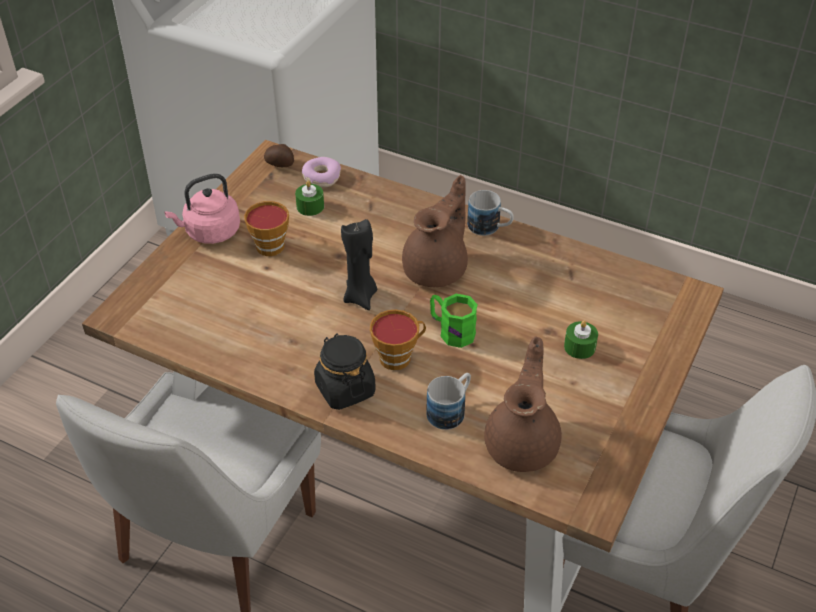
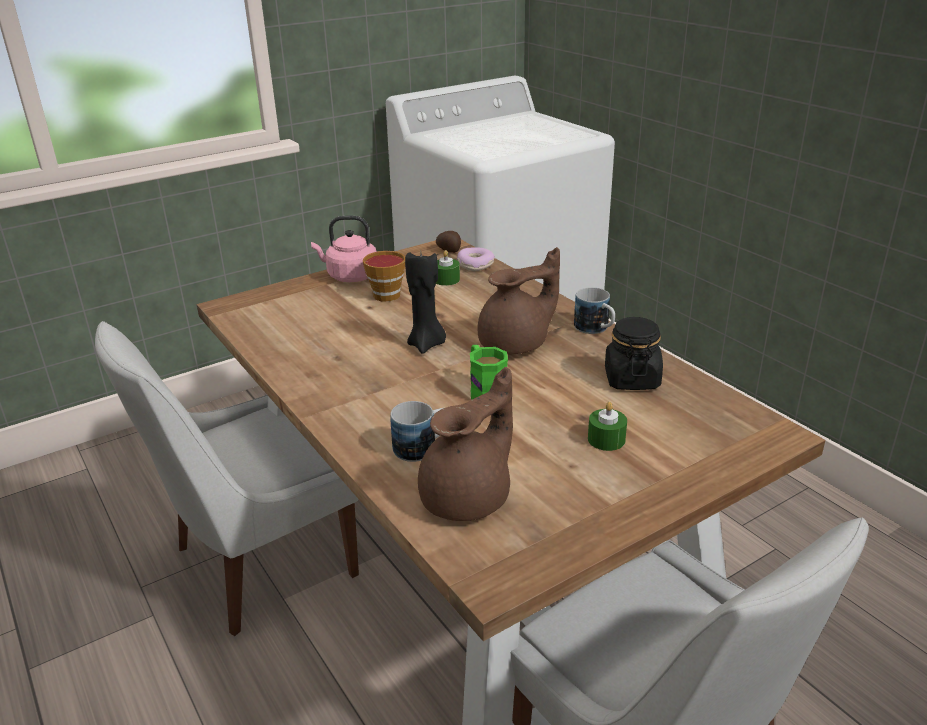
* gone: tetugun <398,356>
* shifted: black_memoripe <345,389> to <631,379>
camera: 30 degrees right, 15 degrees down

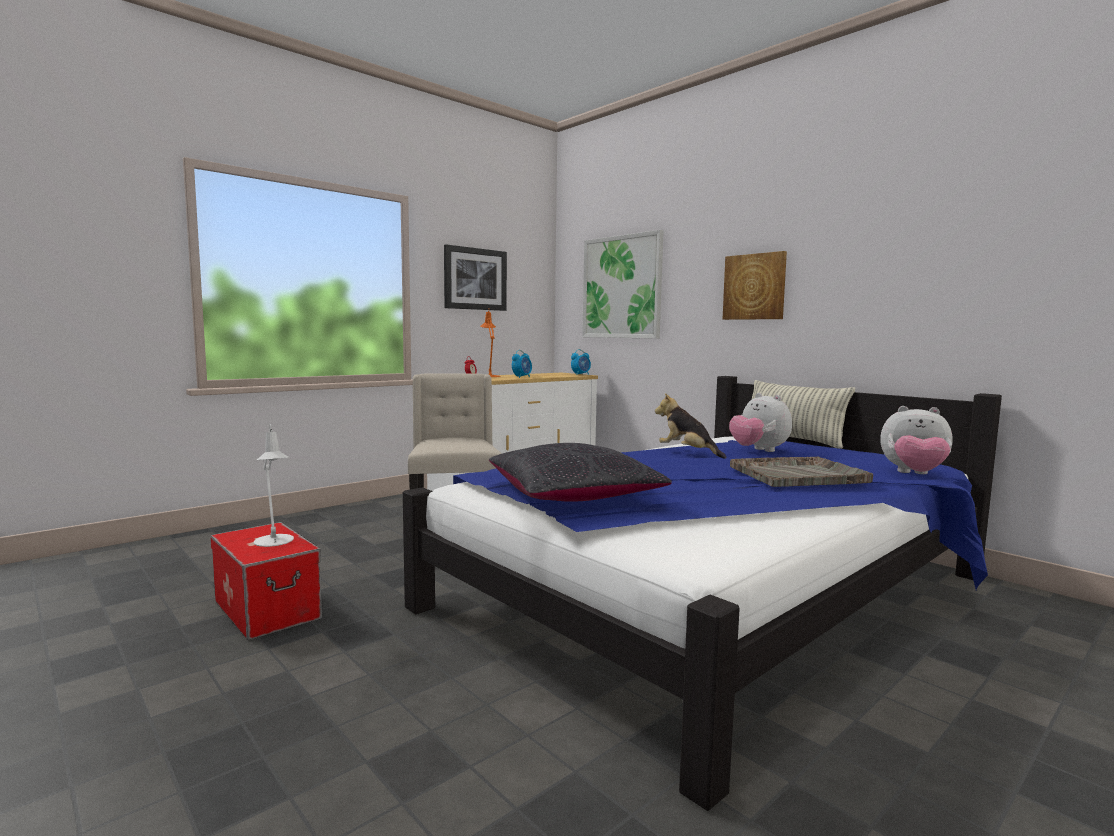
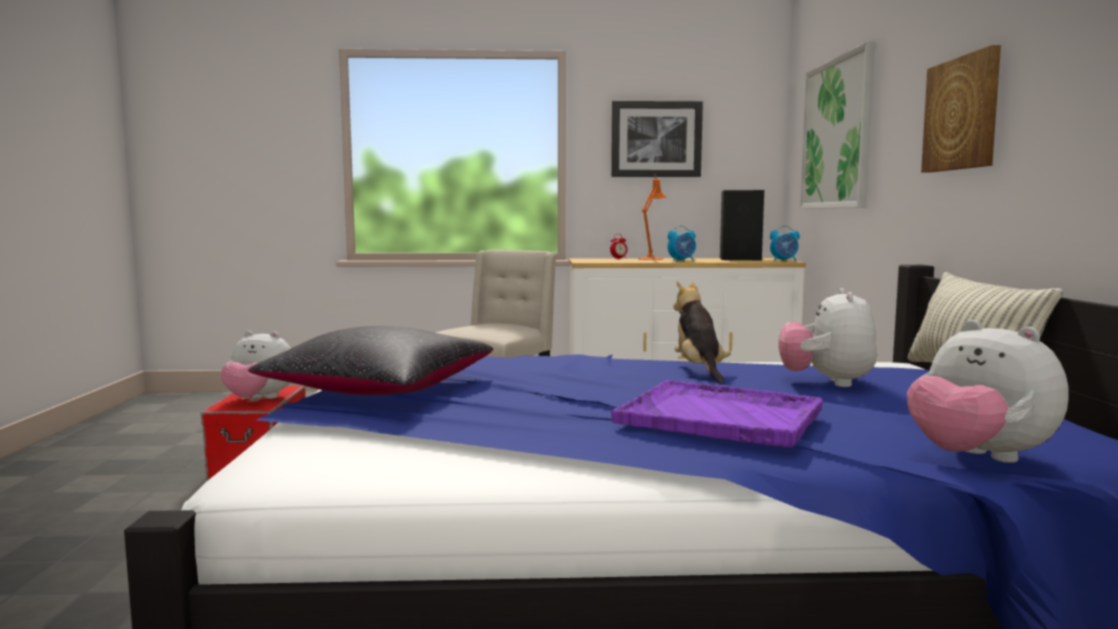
* new: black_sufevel <741,259>
* swapped: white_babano <274,542> to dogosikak <259,399>
* repainted: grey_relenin <799,474> to purple_relenin <721,417>
camera: 40 degrees right, 0 degrees up

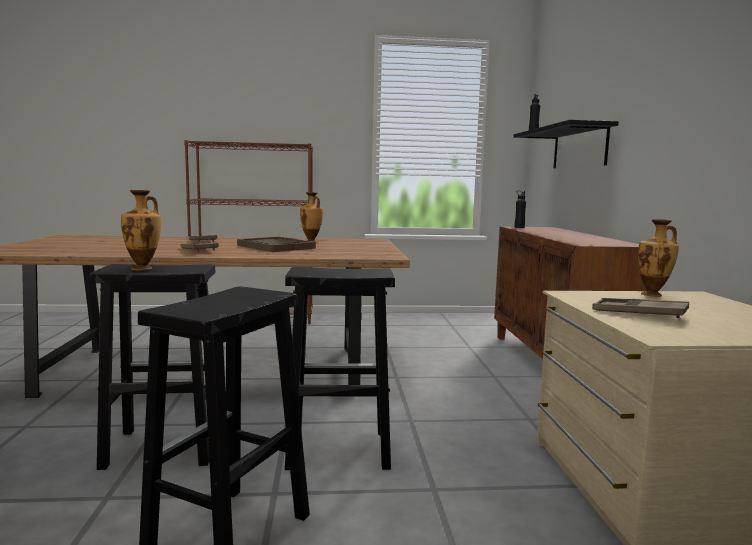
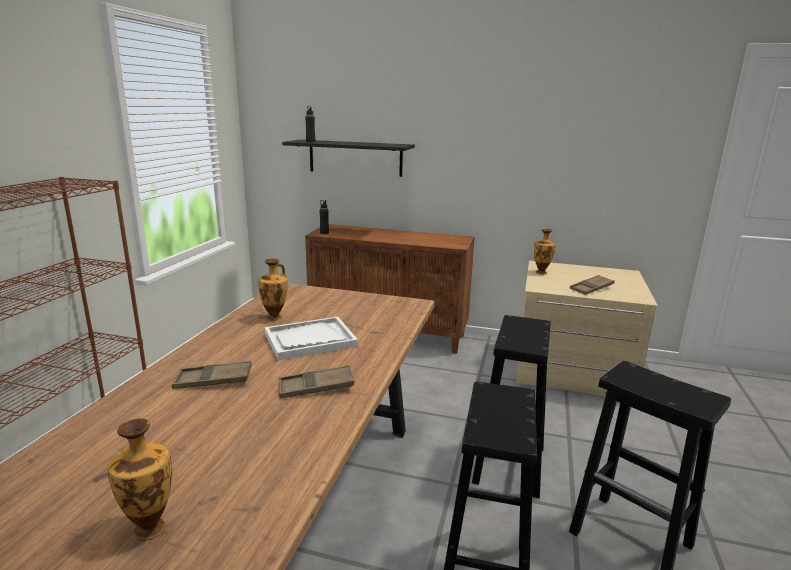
* shifted: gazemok <143,268> to <150,527>
* repainted: brown_relenin <275,247> to white_relenin <310,340>
camera: 70 degrees left, 10 degrees up

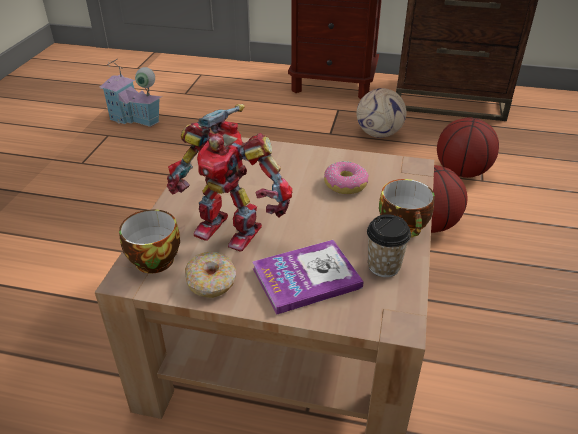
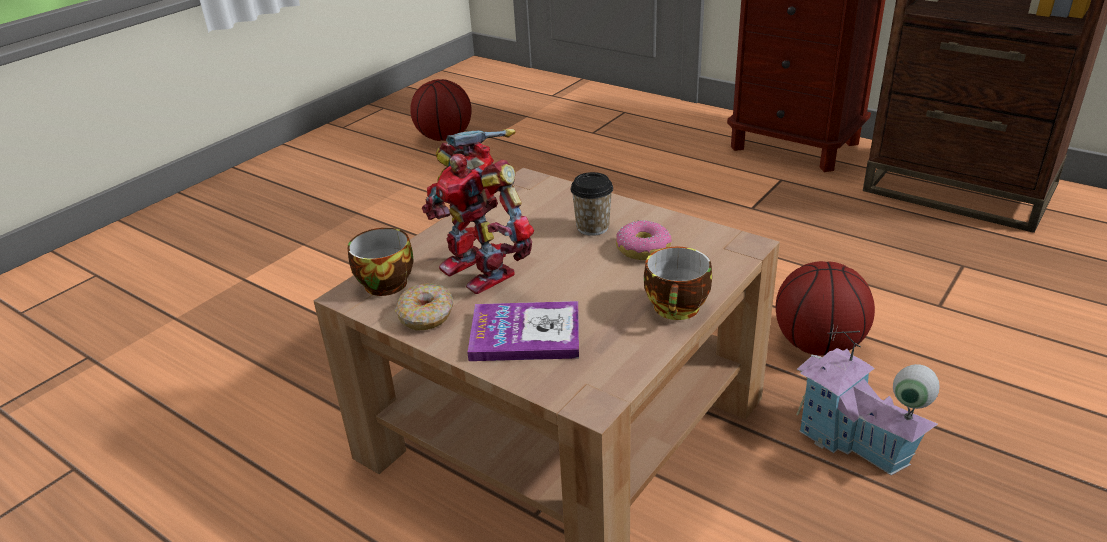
* gone: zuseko <379,134>
* shifted: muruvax <134,119> to <852,442>
* shifted: tetugun <384,266> to <592,227>
* shifted: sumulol <462,172> to <445,137>
camera: 25 degrees right, 5 degrees down

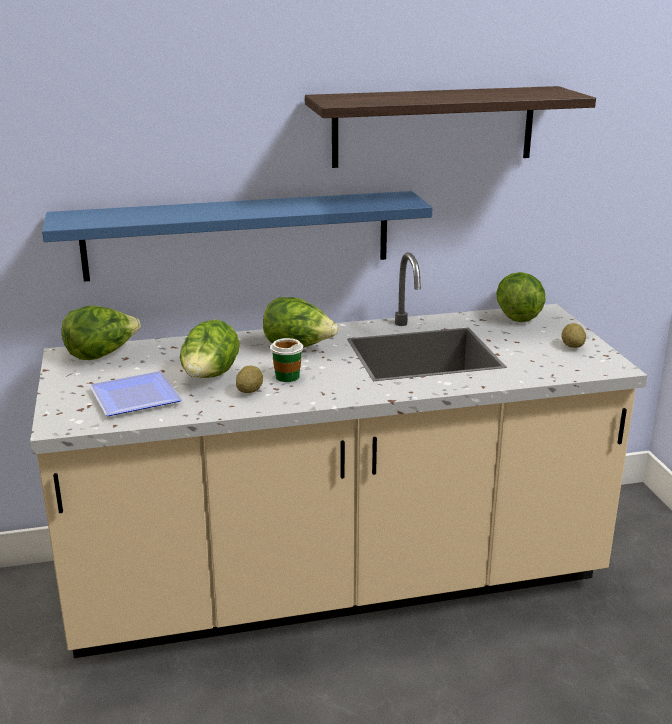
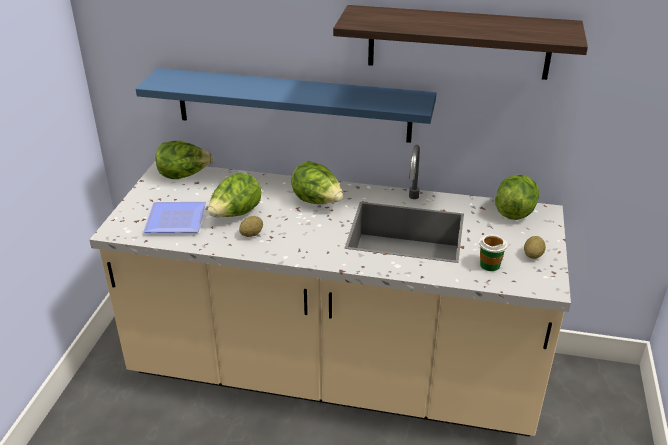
* shifted: tetugun <287,377> to <489,265>
camera: 25 degrees right, 10 degrees up

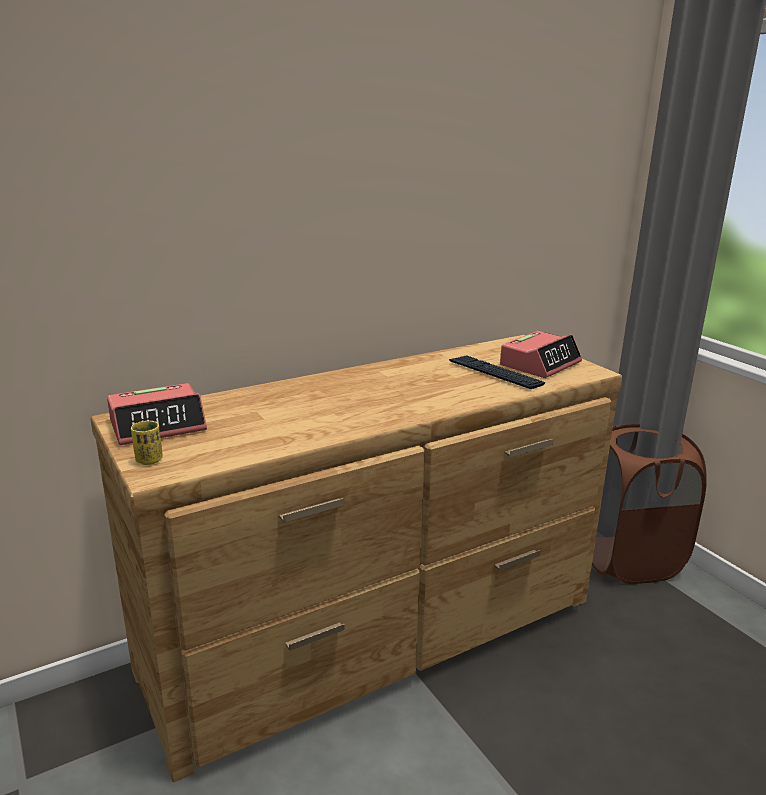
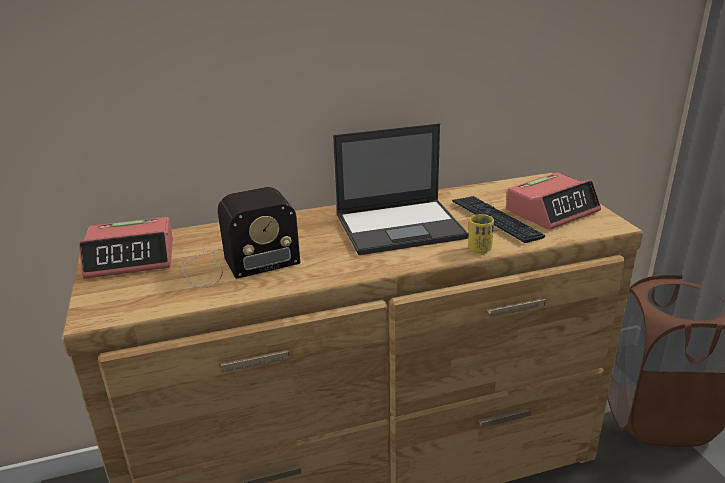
* new: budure <236,264>
* new: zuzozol <401,226>
* shifted: yellow_tetugun <149,460> to <479,249>
camera: 15 degrees right, 5 degrees up

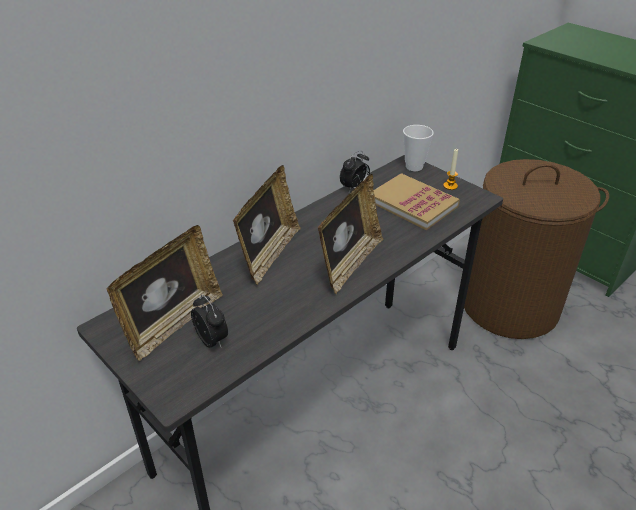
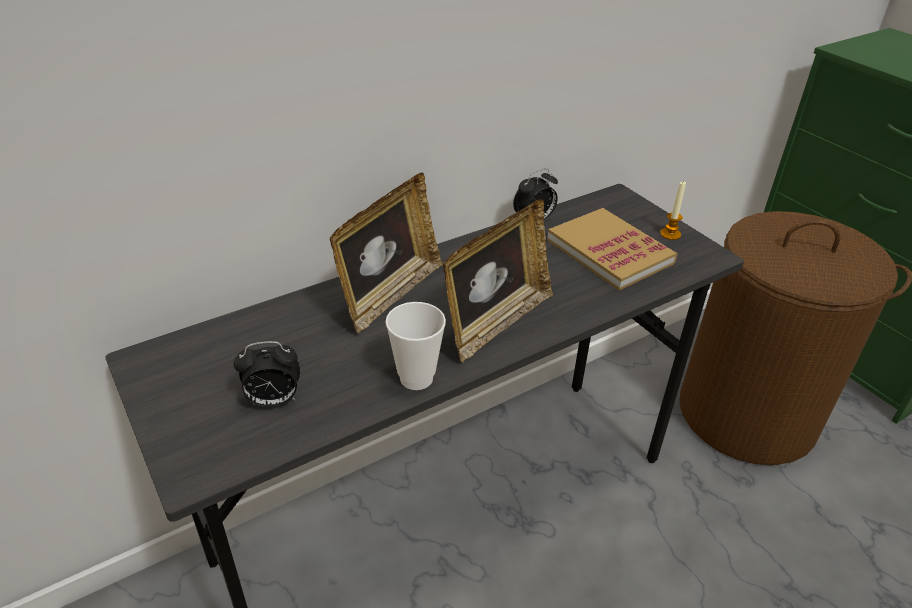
* gone: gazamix <173,323>
* shifted: tetugun <414,167> to <416,378>
* rotated: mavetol <212,340> = <273,401> 105 degrees clockwise
camera: 10 degrees right, 0 degrees up

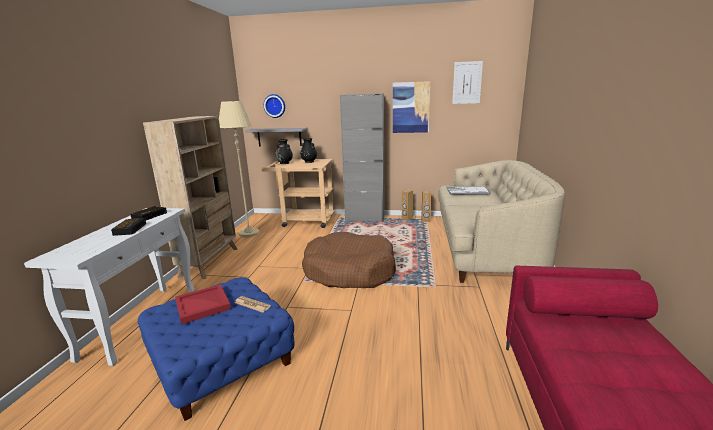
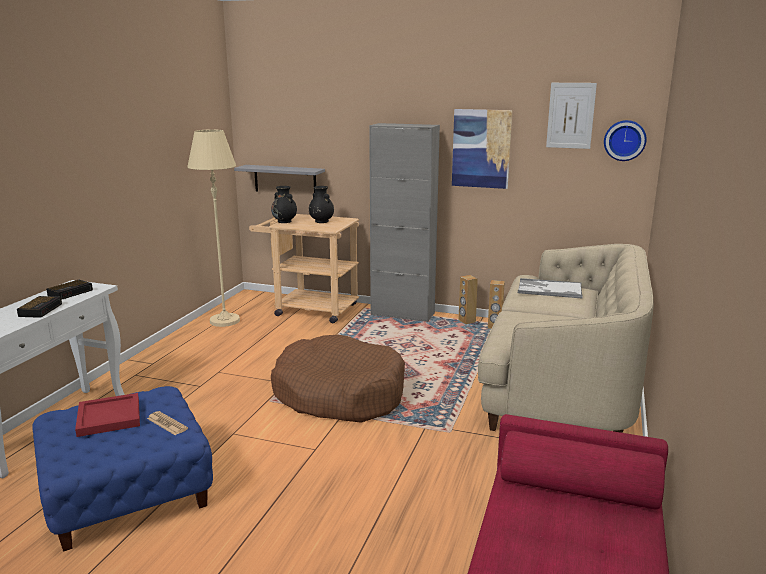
* gone: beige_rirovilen <210,262>
* shifted: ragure <275,106> to <624,140>
camera: 10 degrees right, 0 degrees up

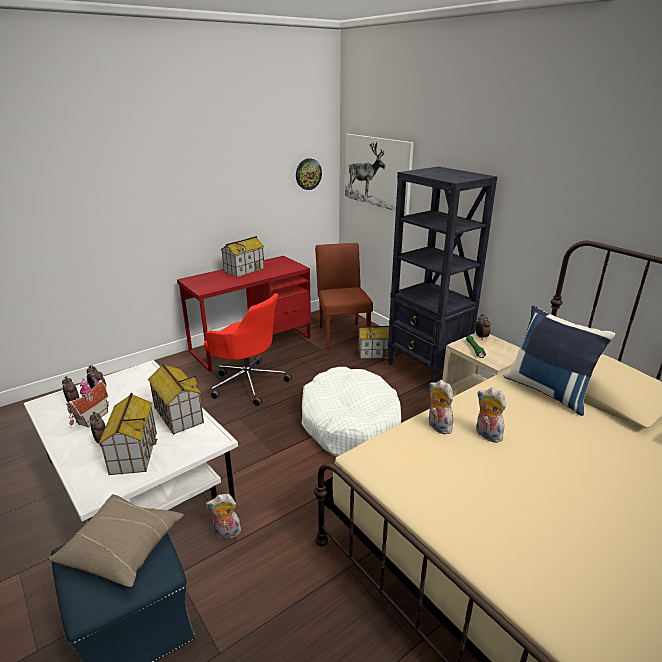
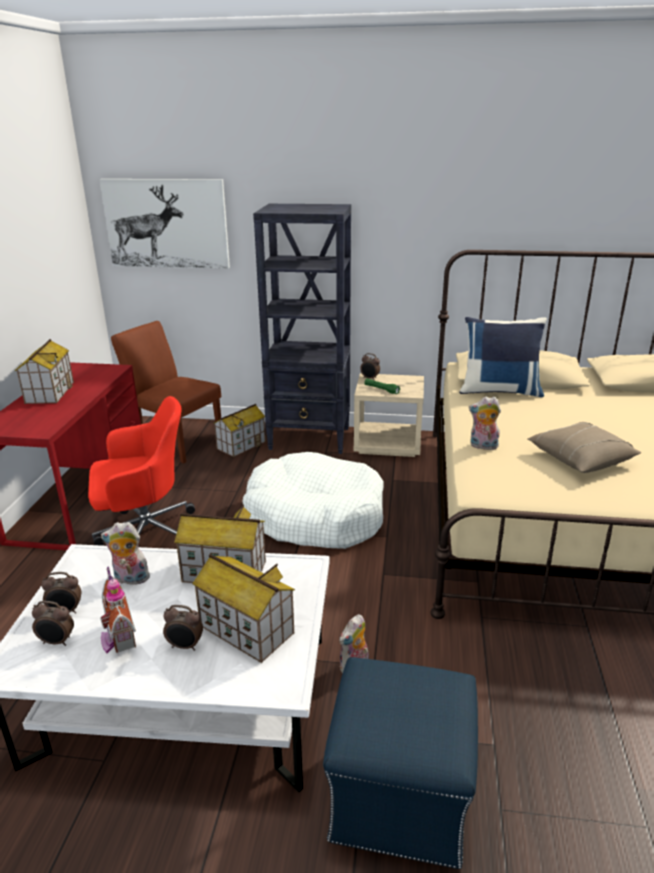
* gone: ragure <308,174>
* shifted: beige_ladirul <123,548> to <580,459>
* shifted: dogosikak <486,435> to <130,579>
camera: 45 degrees left, 0 degrees up

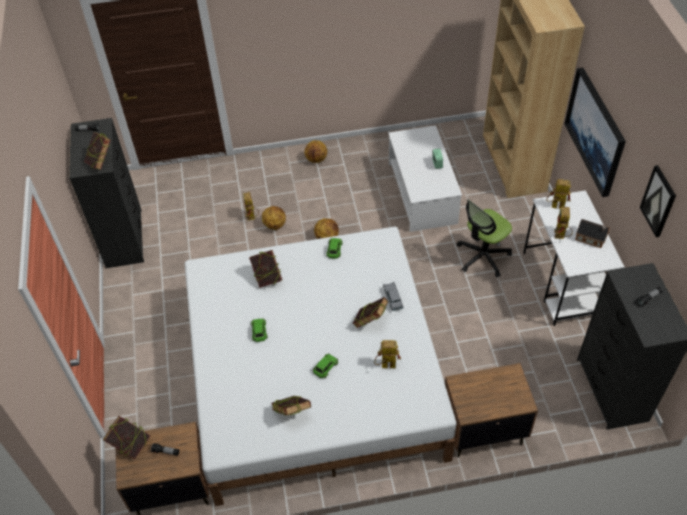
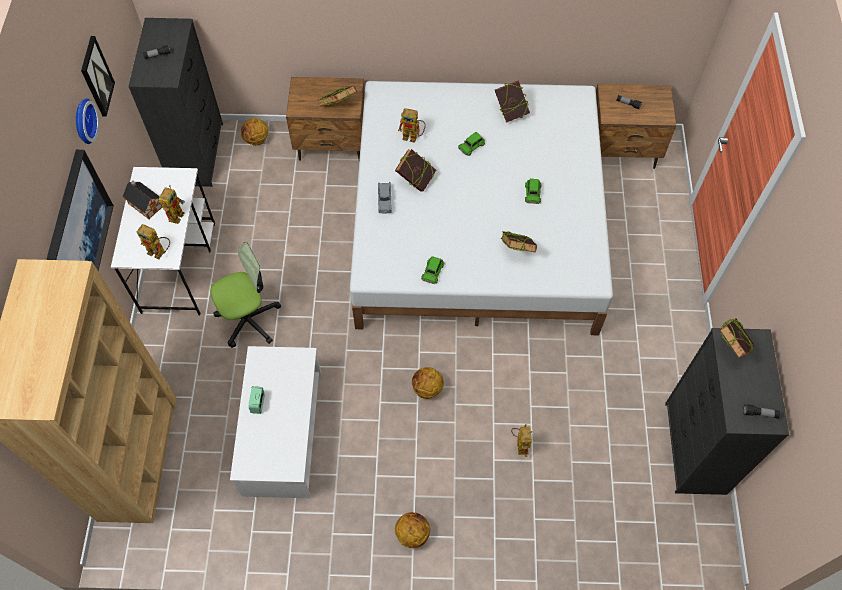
* new: ragure <83,121>
* shifted: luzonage <131,445> to <338,107>
* shifted: sumulol <274,225> to <256,140>
camera: 170 degrees left, 10 degrees up

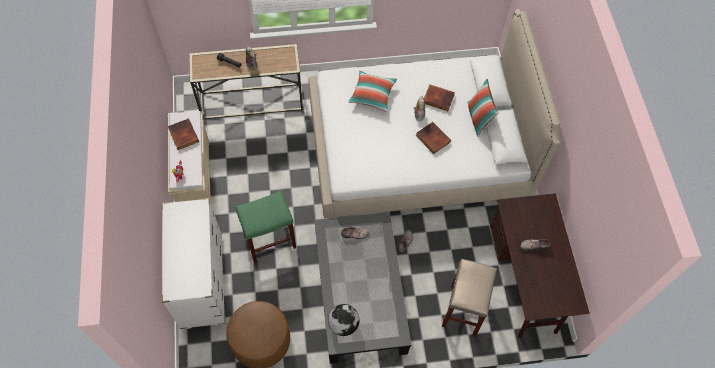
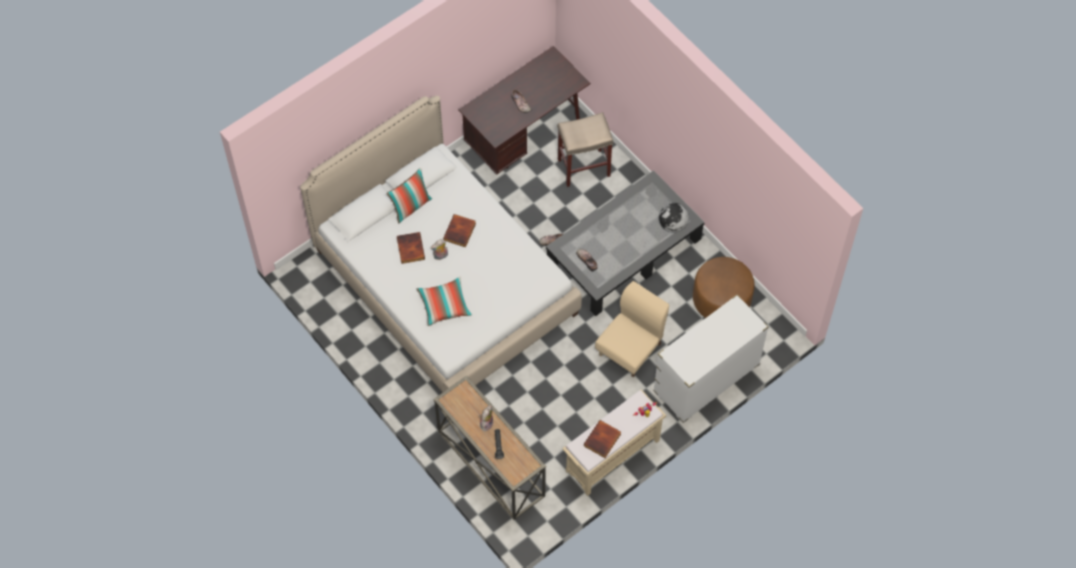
* swapped: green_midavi <269,241> to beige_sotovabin <630,349>
camera: 120 degrees left, 0 degrees up

